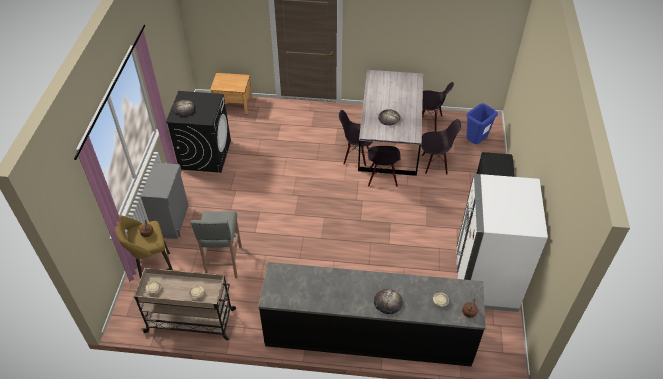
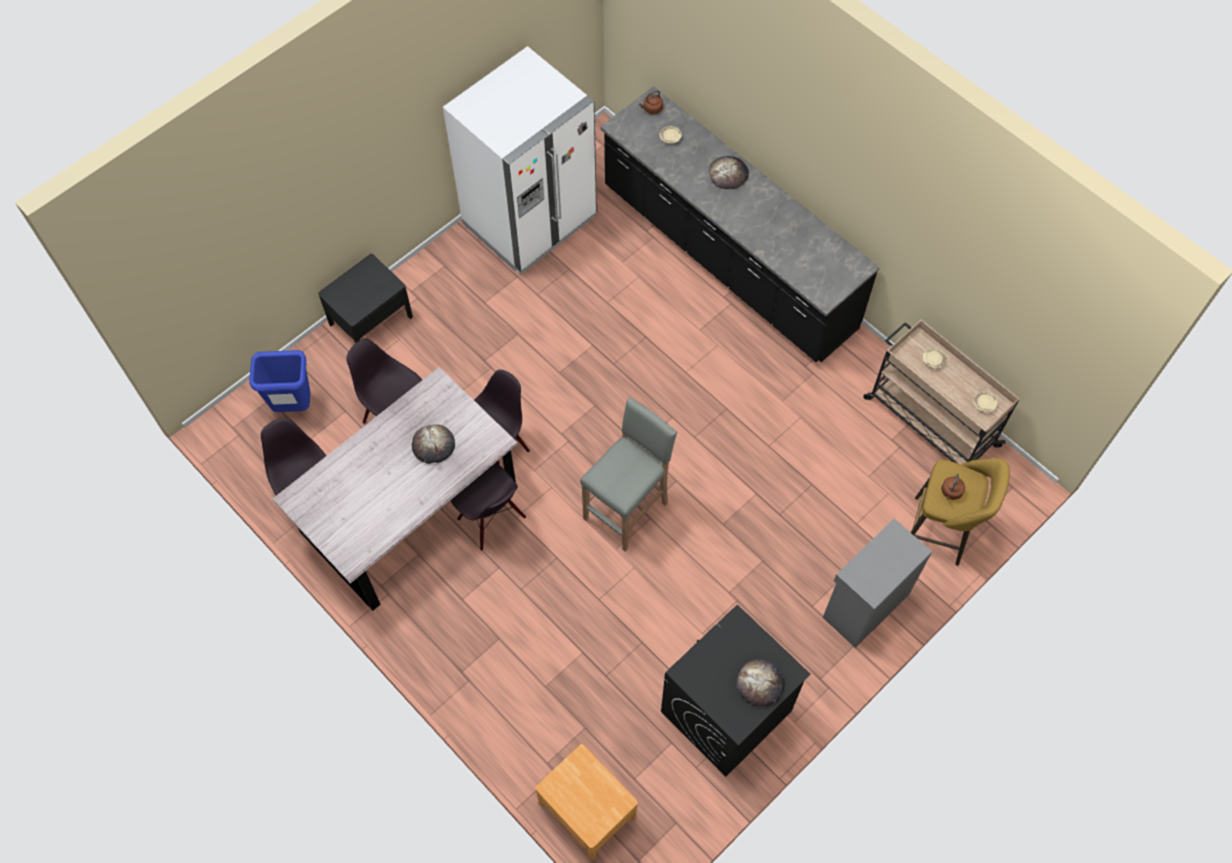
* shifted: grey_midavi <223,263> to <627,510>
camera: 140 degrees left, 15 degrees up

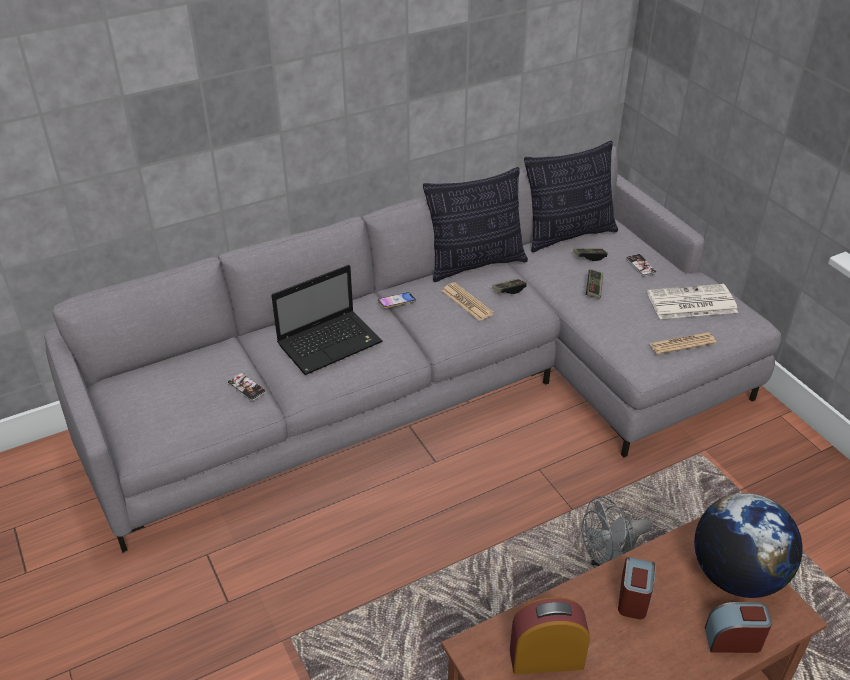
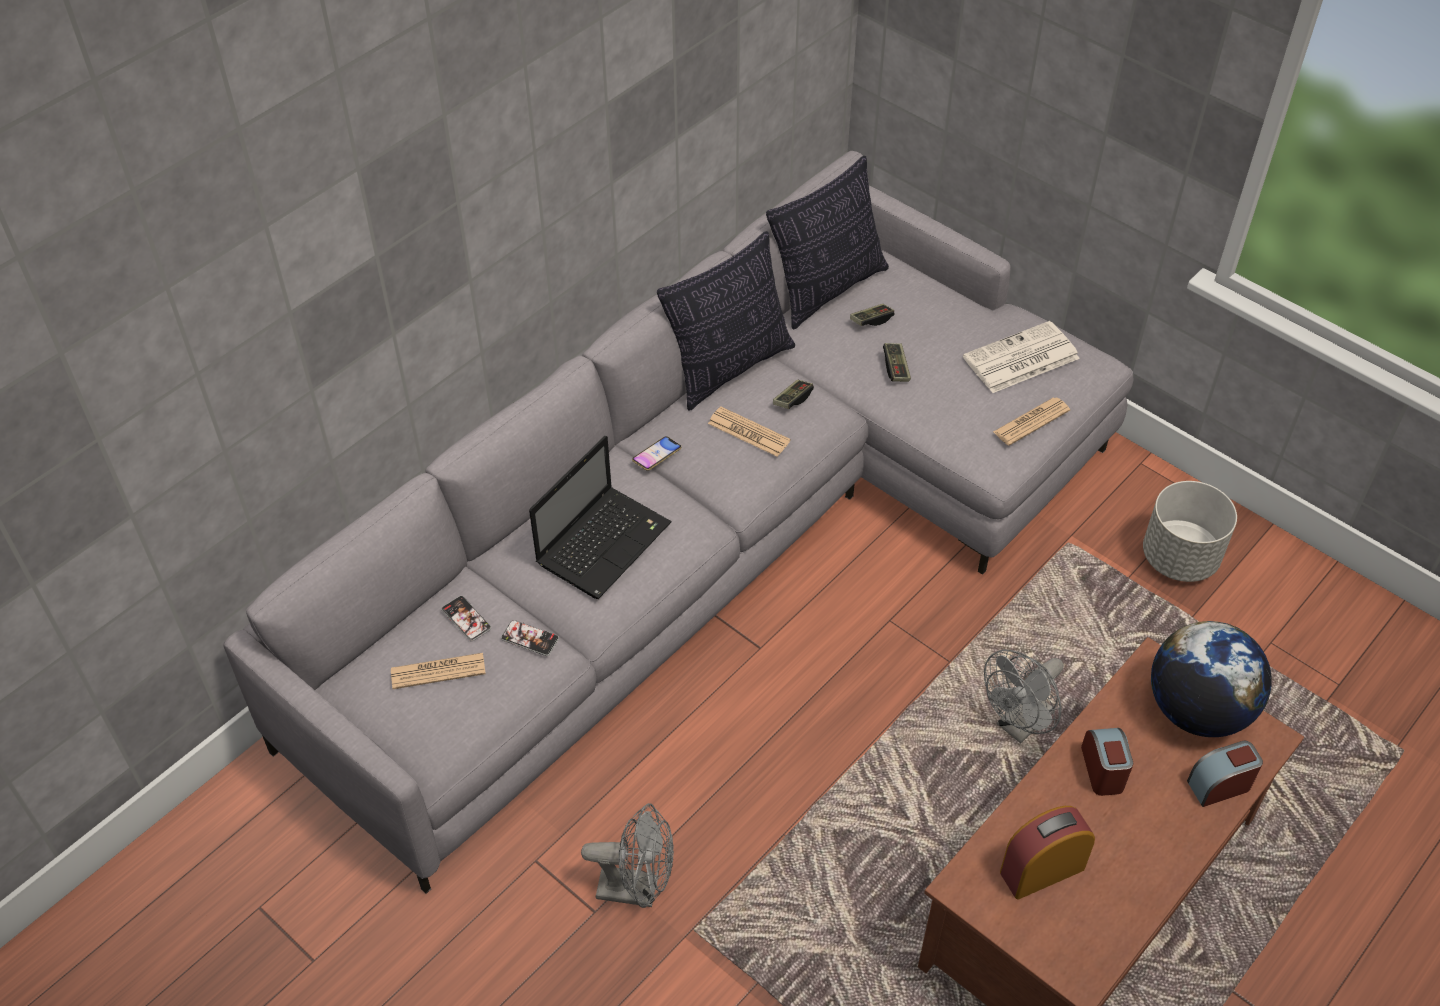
* new: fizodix <438,671>
* new: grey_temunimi <637,889>
* new: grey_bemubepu <1180,558>
* shifted: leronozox <641,266> to <466,619>
camera: 20 degrees left, 10 degrees up

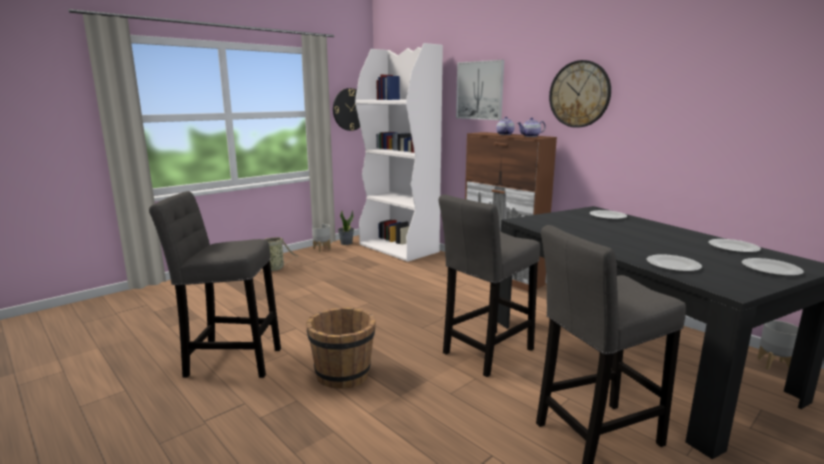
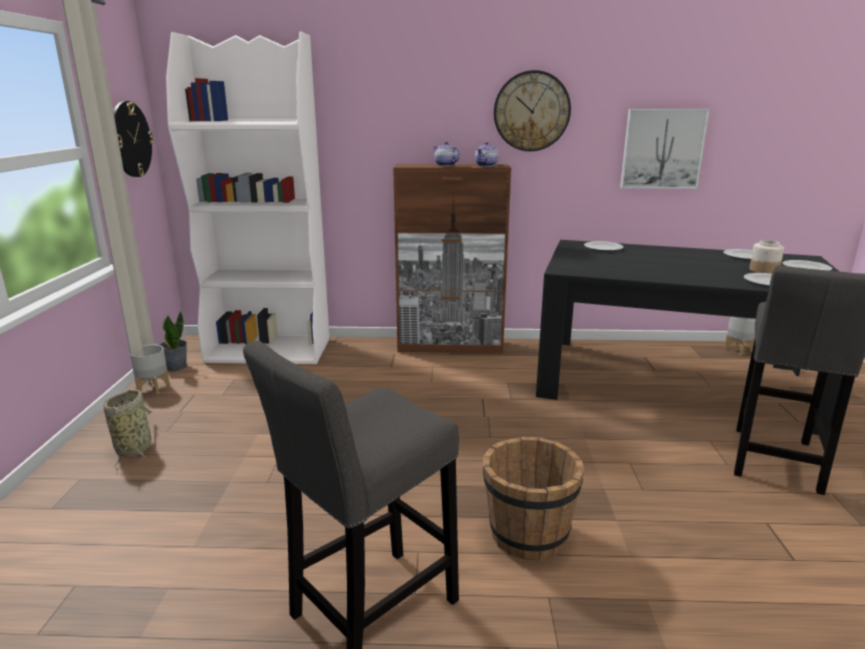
* gone: grey_midavi <485,353>
* new: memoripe <763,270>
* shifted: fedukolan <480,90> to <662,149>
camera: 45 degrees left, 5 degrees up

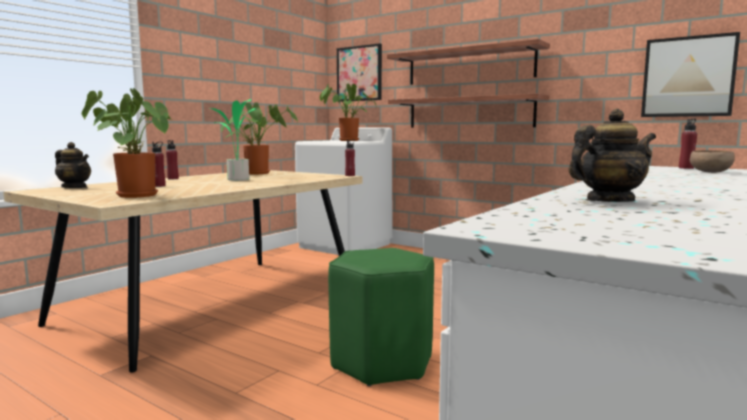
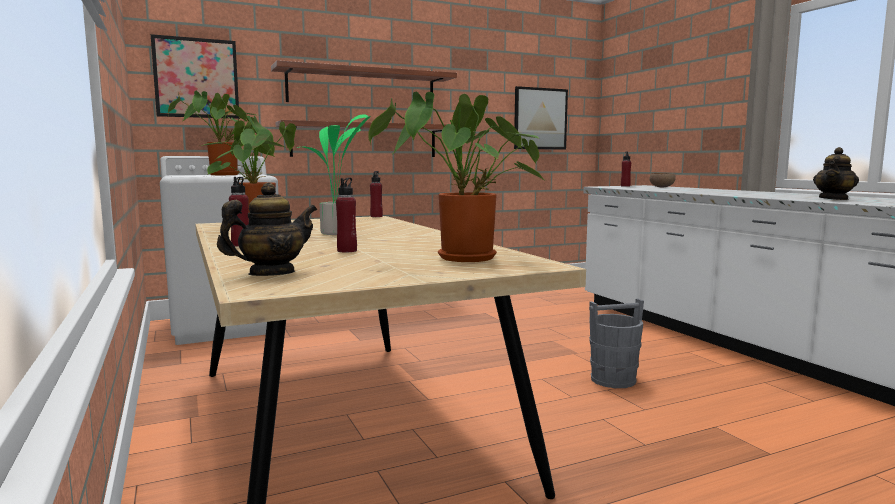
* swapped: green_midavi <381,363> to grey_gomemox <613,380>
* rotated: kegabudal <609,201> = <834,199> 150 degrees counterclockwise
camera: 60 degrees left, 0 degrees up

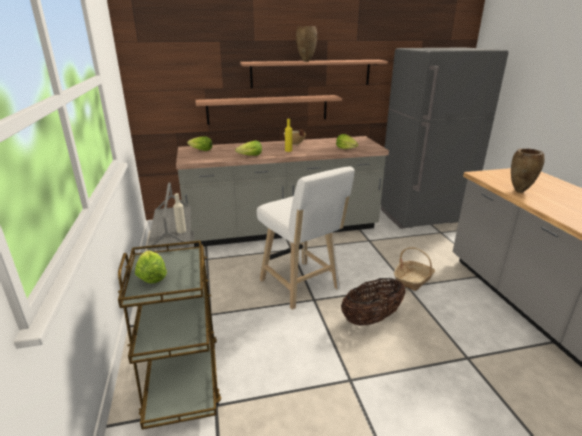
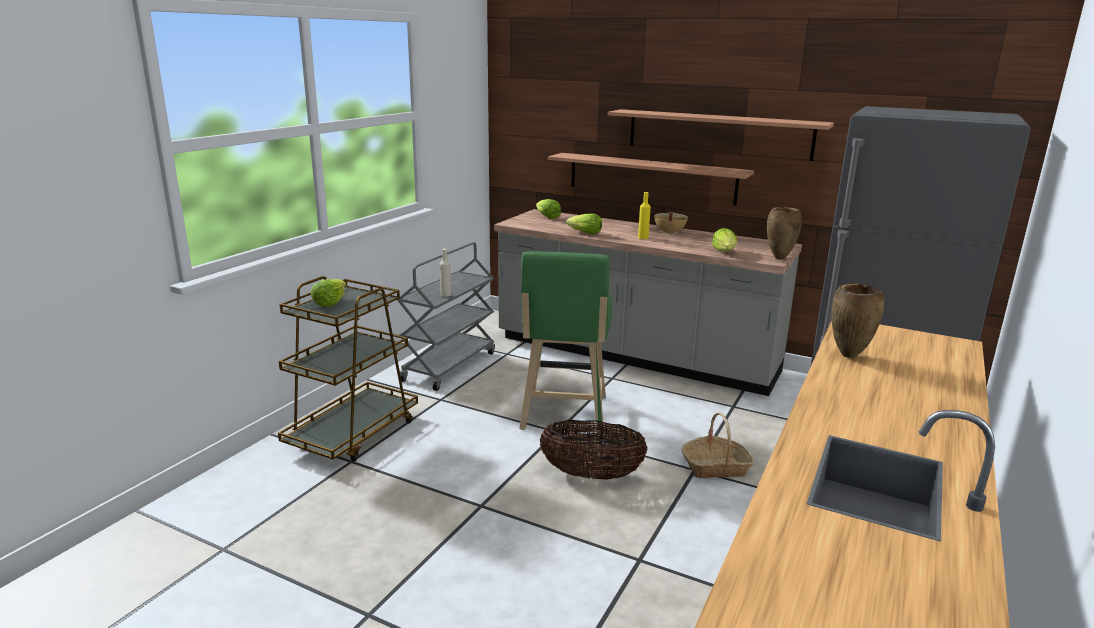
* shifted: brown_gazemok <305,61> to <779,258>
* repainted: white_midavi <301,287> to green_midavi <563,415>
camera: 40 degrees right, 5 degrees down

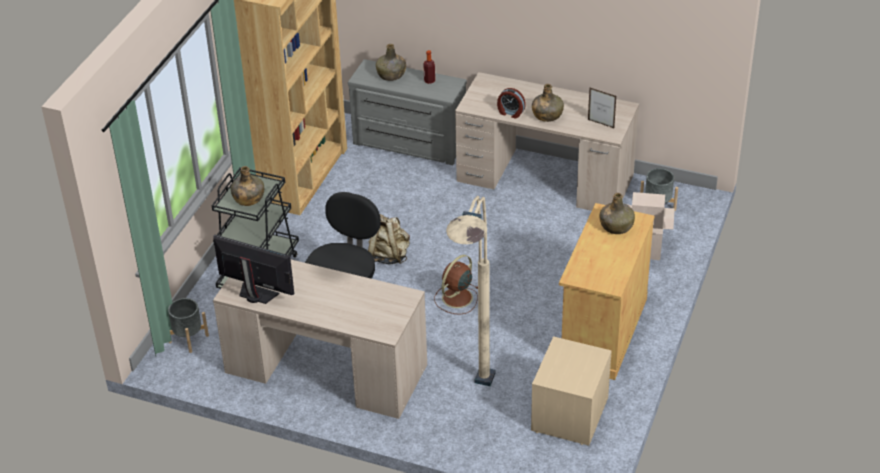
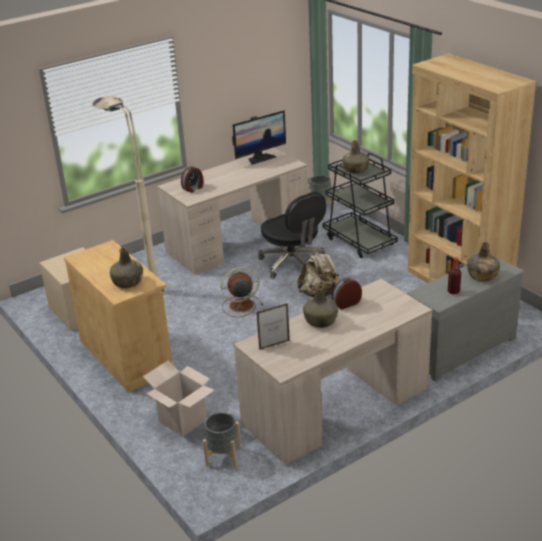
* new: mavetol <193,188>
* rotated: brown_temunimi <456,298> = <240,306> 90 degrees counterclockwise
camera: 125 degrees right, 10 degrees down

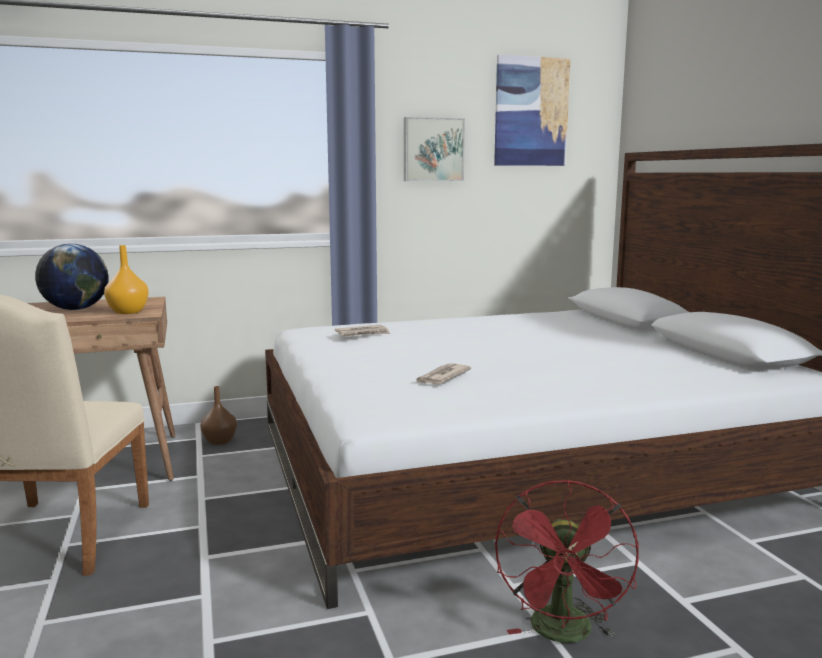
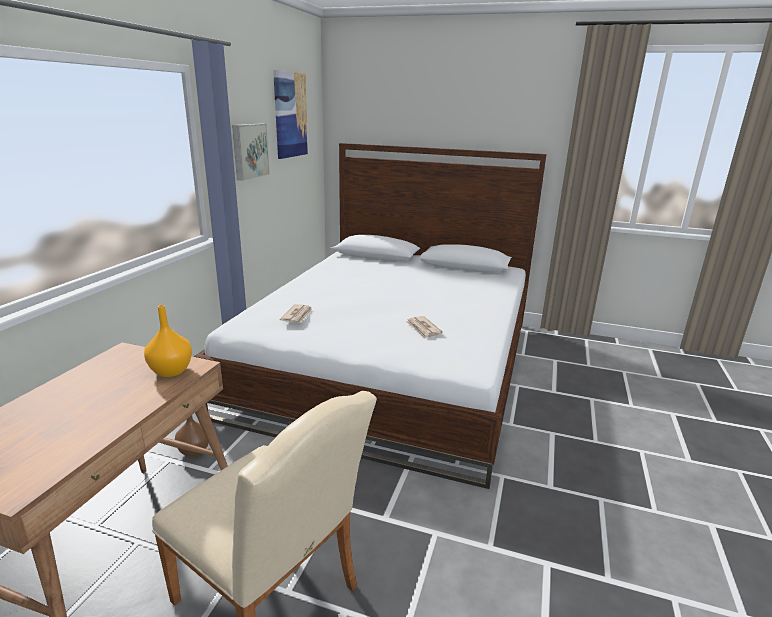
* gone: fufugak <75,309>
* gone: red_temunimi <564,635>
camera: 55 degrees left, 10 degrees up

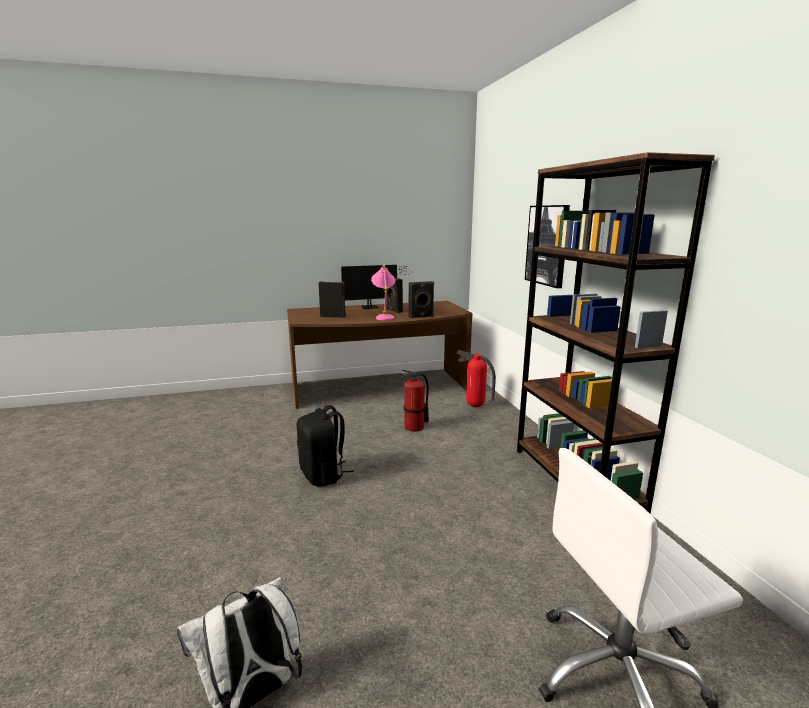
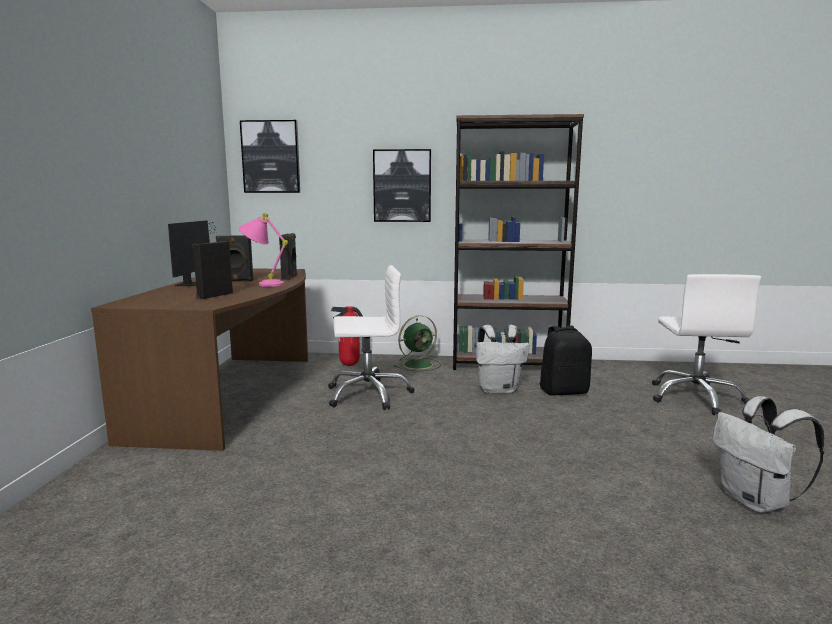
* new: fedukolan <271,157>
* new: green_temunimi <419,364>
* new: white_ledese <498,390>
* shifted: black_ledese <323,475> to <564,391>
* swapped: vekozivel <414,427> to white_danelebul <368,394>
camera: 70 degrees left, 5 degrees down

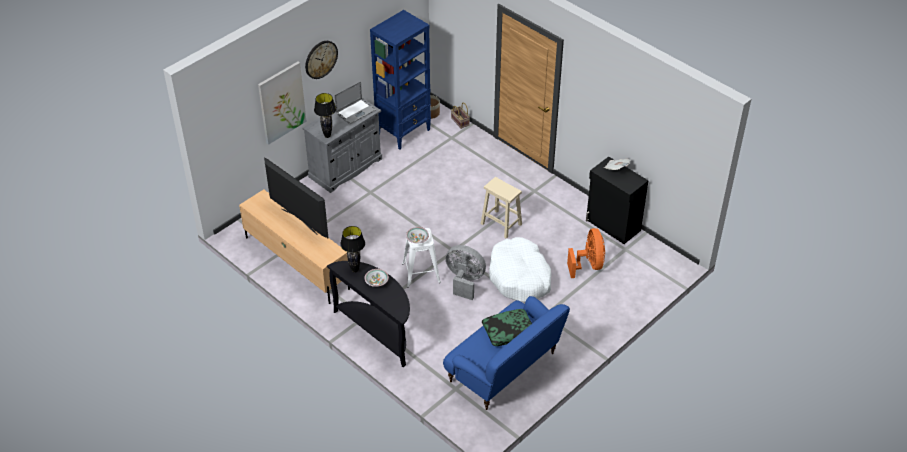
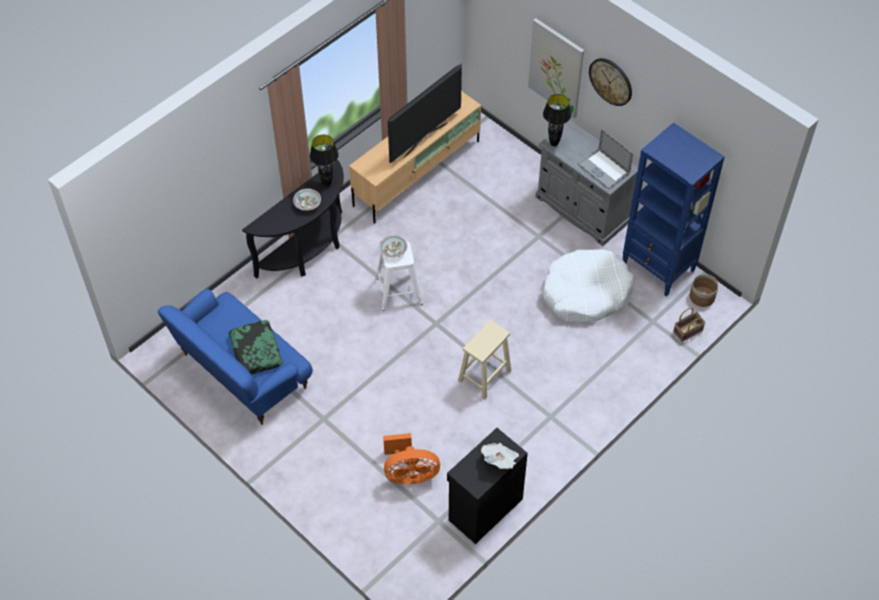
* gone: grey_temunimi <464,281>
* shifted: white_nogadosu <519,277> to <585,293>
camera: 90 degrees right, 10 degrees up

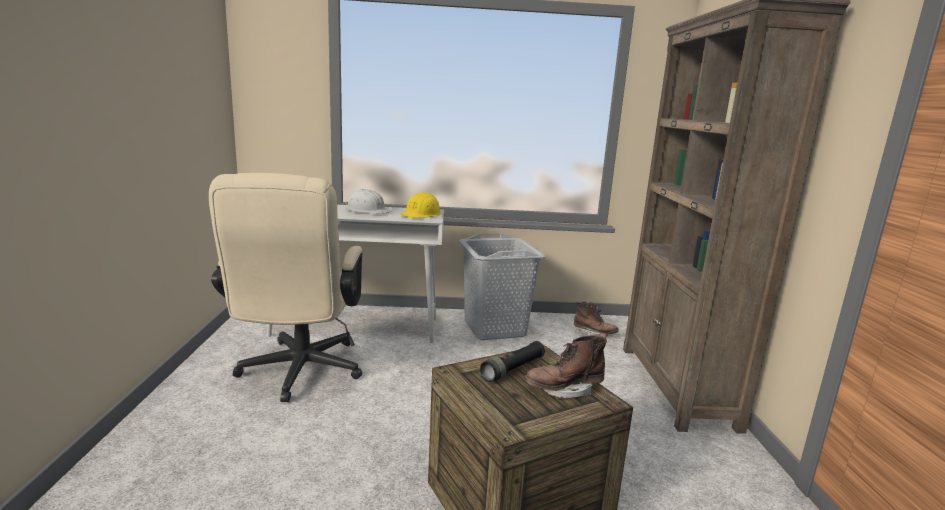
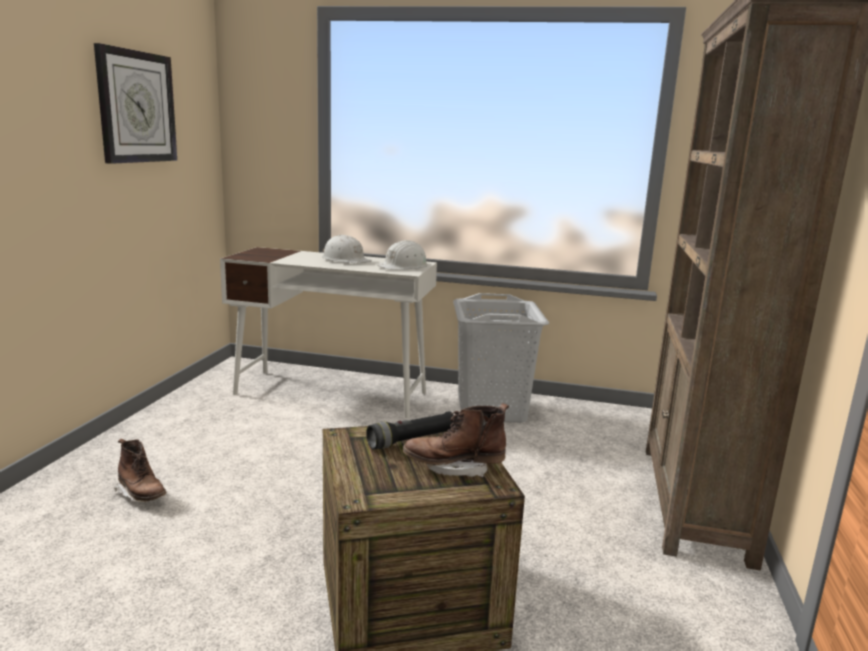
* gone: beige_danelebul <298,374>
* new: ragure <136,107>
* shifted: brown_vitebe <594,333> to <142,495>
* repainted: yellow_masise <421,214> to white_masise <404,266>
camera: 15 degrees right, 0 degrees up

